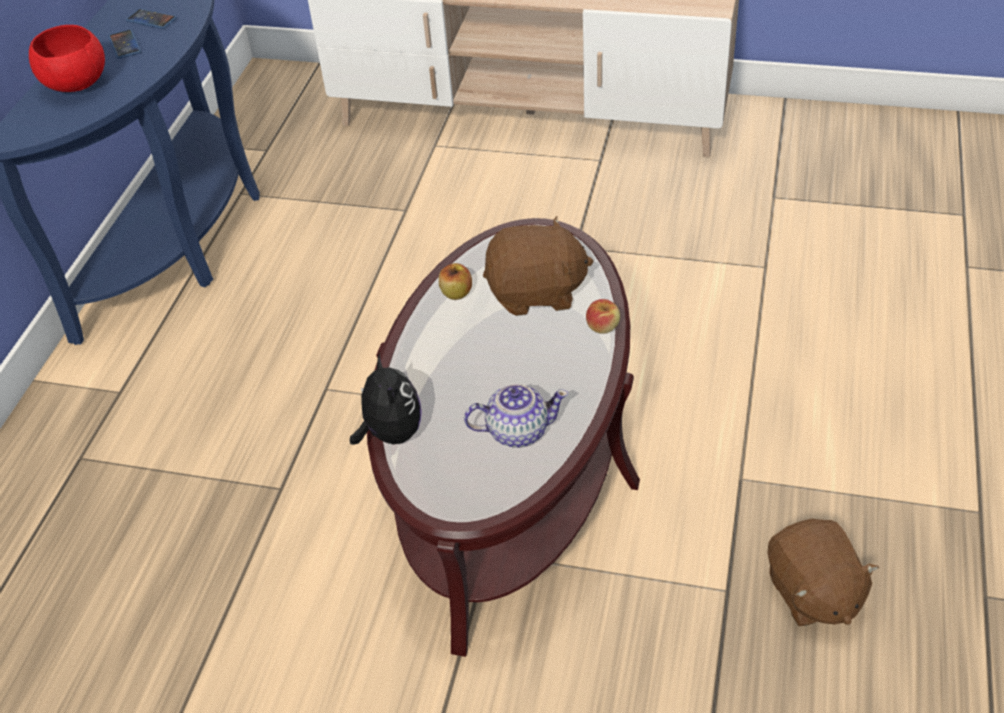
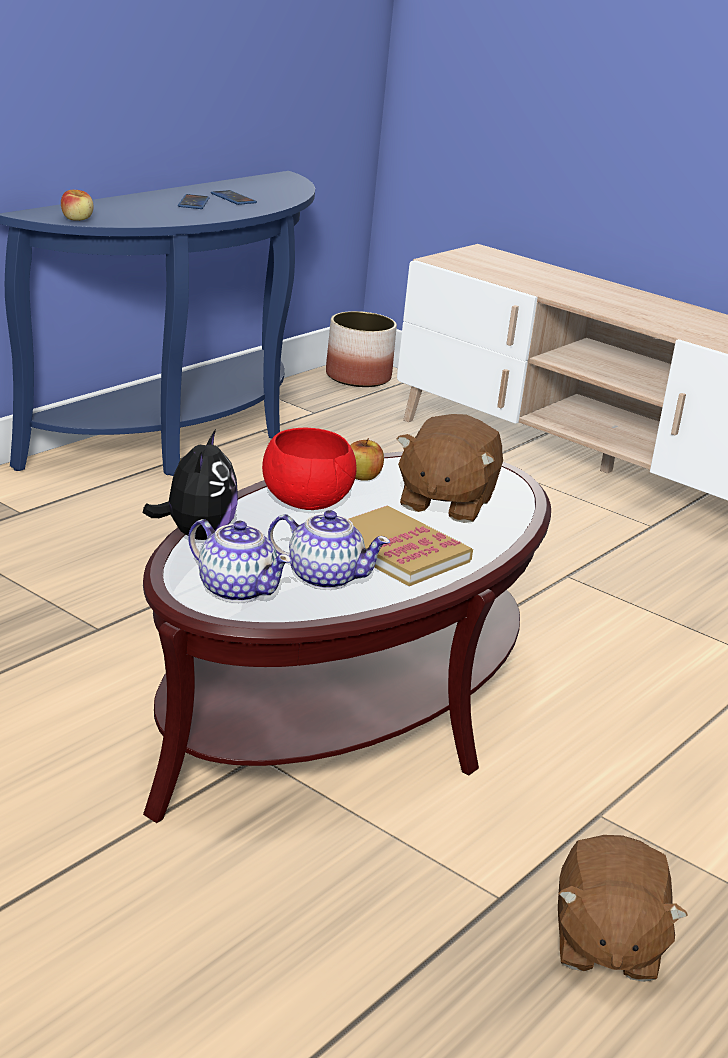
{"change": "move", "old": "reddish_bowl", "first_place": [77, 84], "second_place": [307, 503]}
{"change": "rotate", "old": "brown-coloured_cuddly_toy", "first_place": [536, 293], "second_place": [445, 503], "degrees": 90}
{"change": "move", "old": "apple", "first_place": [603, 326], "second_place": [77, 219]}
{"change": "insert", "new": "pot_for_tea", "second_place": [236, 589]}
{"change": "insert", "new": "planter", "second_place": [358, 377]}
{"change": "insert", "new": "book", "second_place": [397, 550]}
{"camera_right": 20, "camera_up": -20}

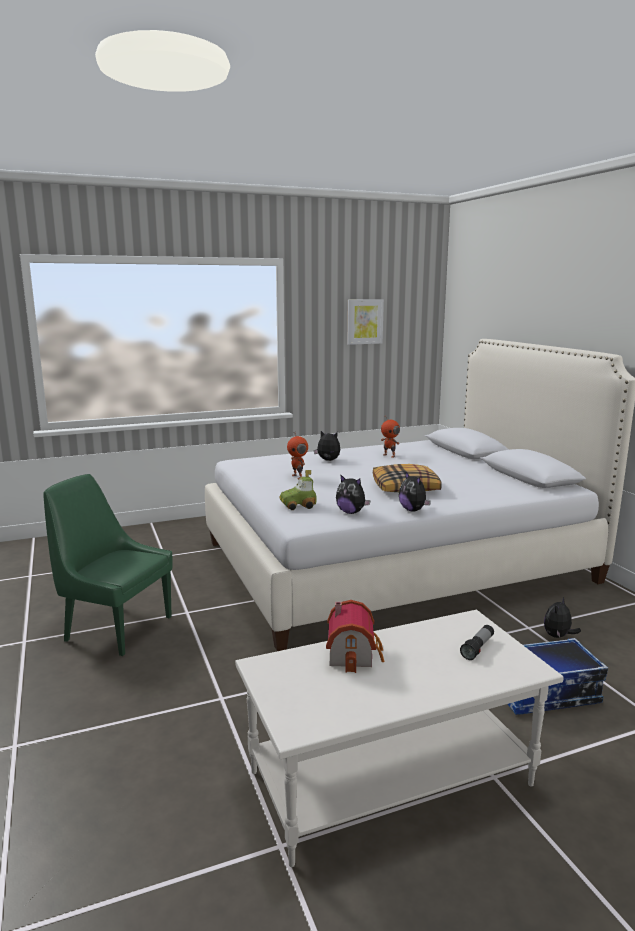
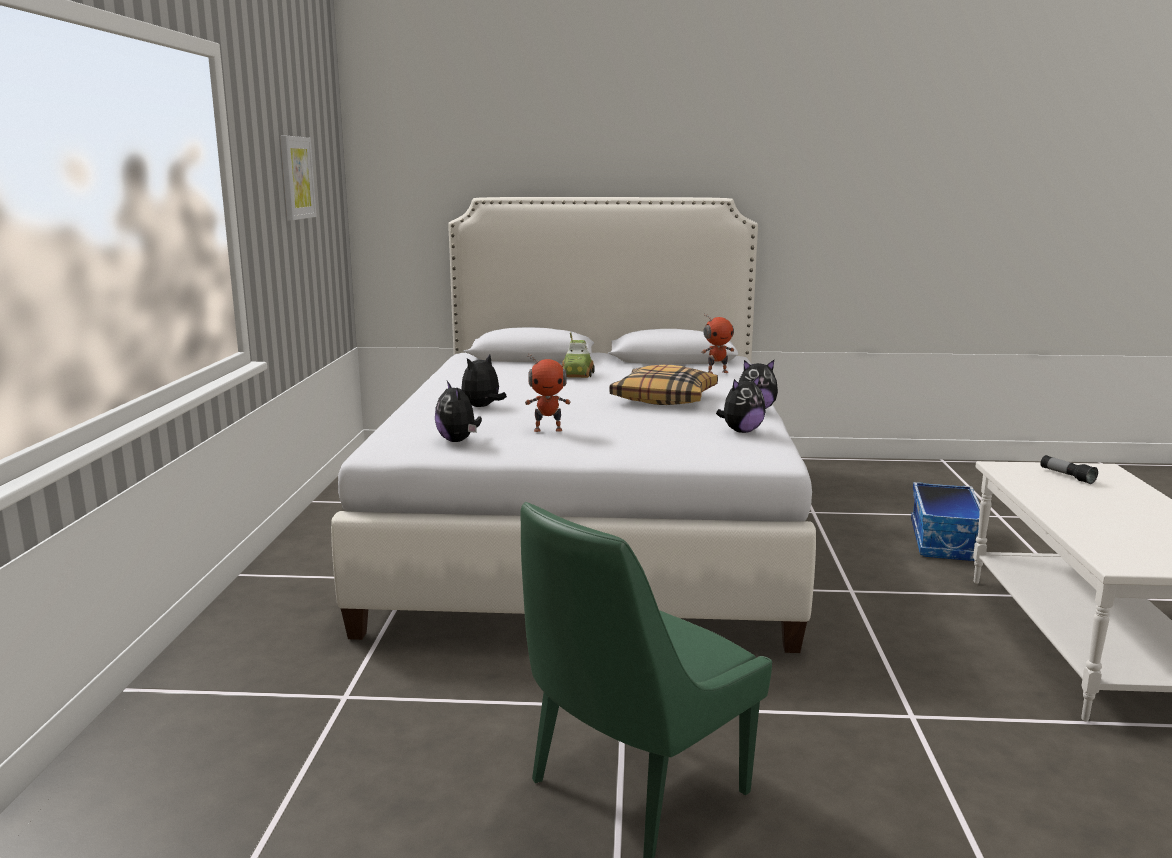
{"change": "move", "old": "miniature_car", "first_place": [298, 506], "second_place": [577, 375]}
{"change": "delete", "old": "toy_house", "first_place": [354, 654]}
{"change": "move", "old": "toy_robot", "first_place": [389, 455], "second_place": [717, 372]}
{"change": "move", "old": "cuddly_toy", "first_place": [558, 636], "second_place": [458, 440]}
{"camera_right": -65, "camera_up": 0}

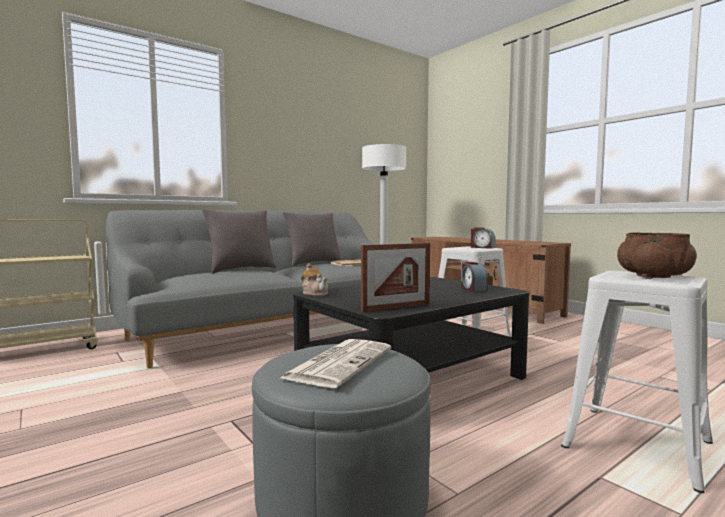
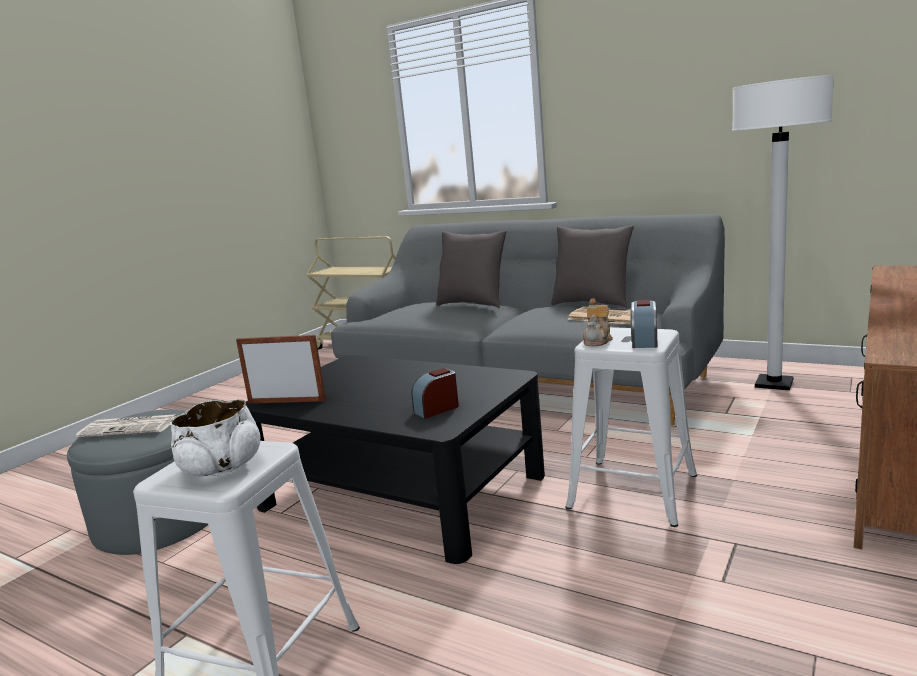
{"change": "move", "old": "pot_for_tea", "first_place": [315, 293], "second_place": [598, 340]}
{"change": "rotate", "old": "photo_frame", "first_place": [396, 307], "second_place": [286, 401], "degrees": 150}
{"change": "recolor", "old": "brown-coloured_bowl", "new": "white_bowl", "first_place": [654, 276], "second_place": [221, 467]}
{"camera_right": 70, "camera_up": 10}

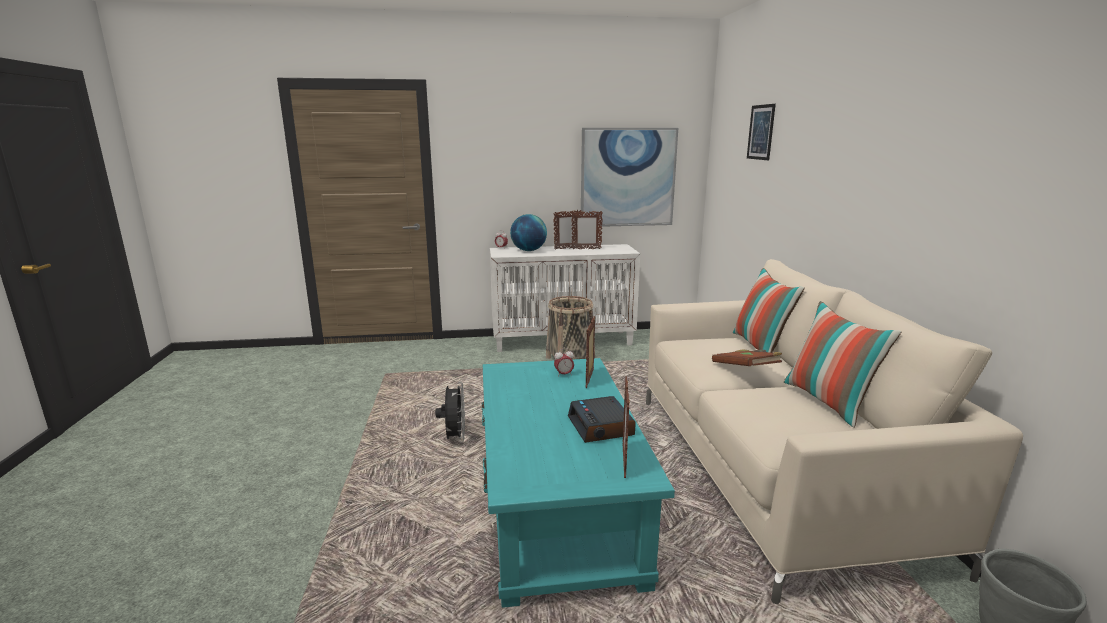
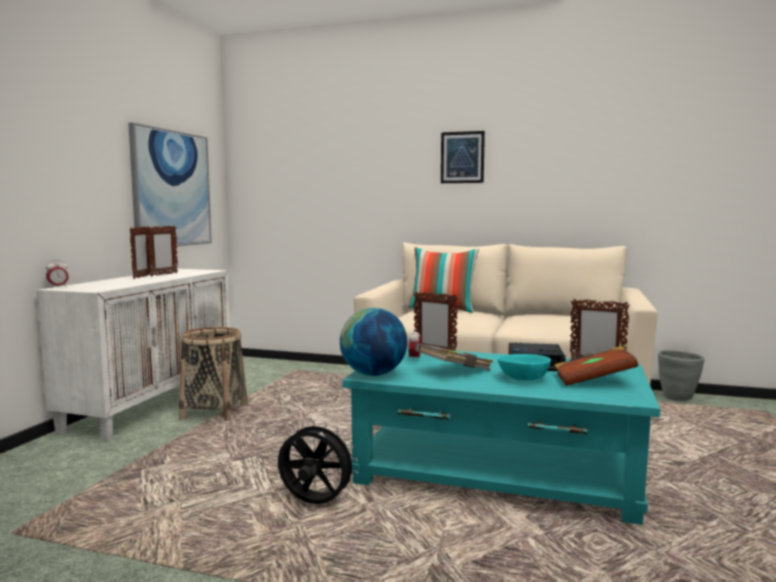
{"change": "move", "old": "world_globe", "first_place": [528, 250], "second_place": [373, 374]}
{"change": "move", "old": "brown-coloured_book", "first_place": [745, 370], "second_place": [593, 381]}
{"change": "move", "old": "picture", "first_place": [761, 132], "second_place": [462, 157]}
{"change": "delete", "old": "pillow", "first_place": [828, 402]}
{"change": "insert", "new": "grey_book", "second_place": [455, 371]}
{"change": "insert", "new": "turquoise-coloured_bowl", "second_place": [524, 379]}
{"camera_right": -65, "camera_up": -10}

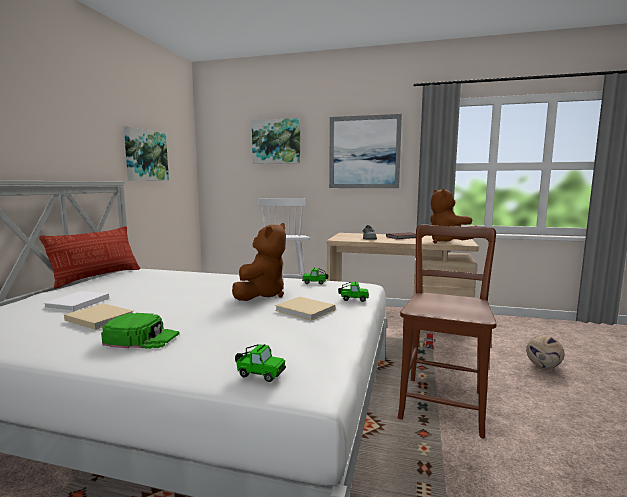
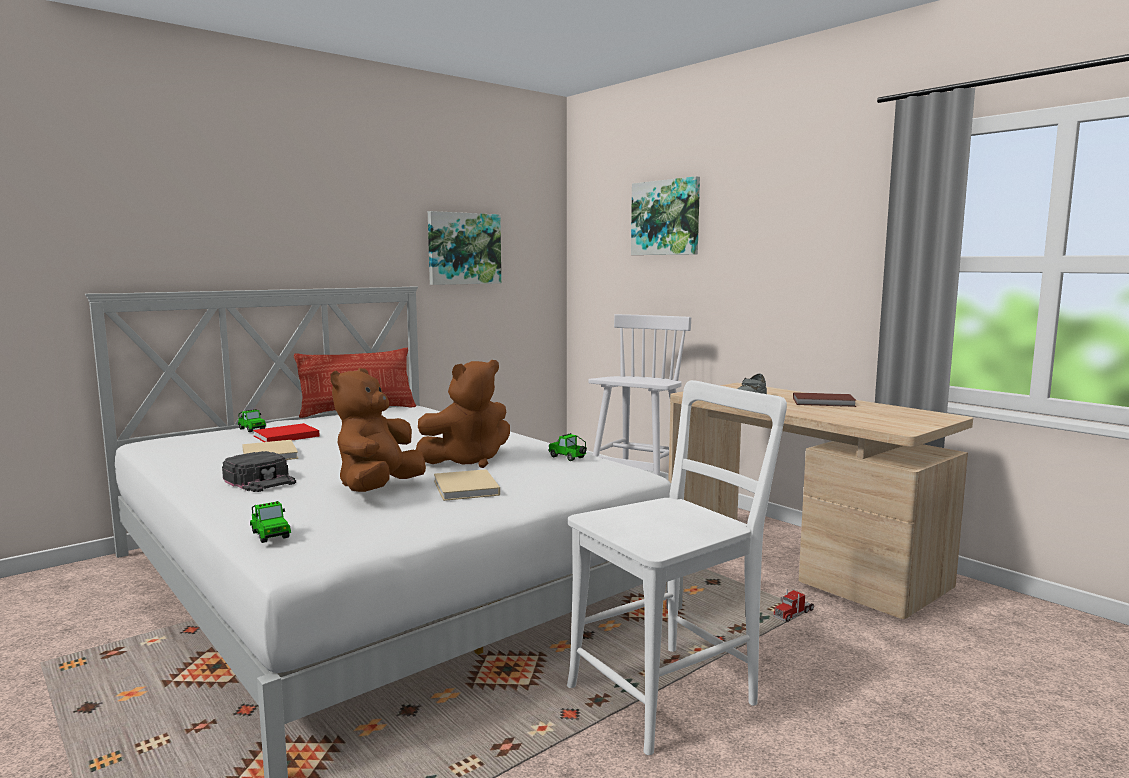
{"change": "recolor", "old": "white_book", "new": "reddish_book", "first_place": [76, 303], "second_place": [284, 436]}
{"change": "recolor", "old": "green_baseball_cap", "new": "blackish_baseball_cap", "first_place": [142, 338], "second_place": [260, 480]}
{"change": "delete", "old": "picture", "first_place": [364, 152]}
{"change": "move", "old": "miniature_car", "first_place": [353, 299], "second_place": [251, 429]}
{"change": "recolor", "old": "brown-coloured_upright_chair", "new": "white_upright_chair", "first_place": [443, 402], "second_place": [670, 692]}
{"change": "move", "old": "brown-coloured_cuddly_toy", "first_place": [447, 242], "second_place": [378, 489]}
{"change": "delete", "old": "ball_for_football", "first_place": [542, 366]}
{"camera_right": 35, "camera_up": 0}

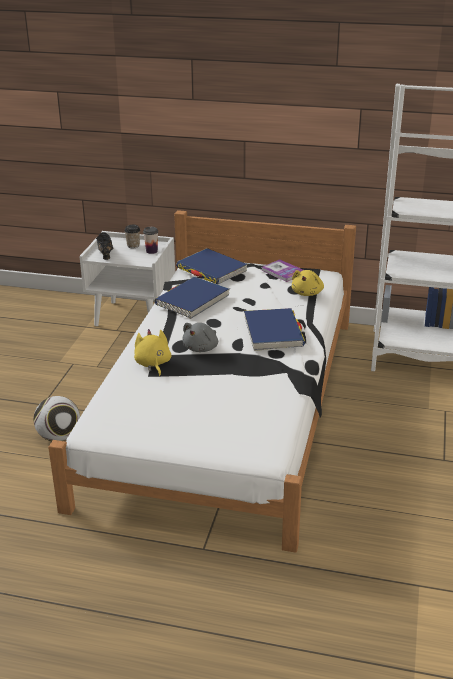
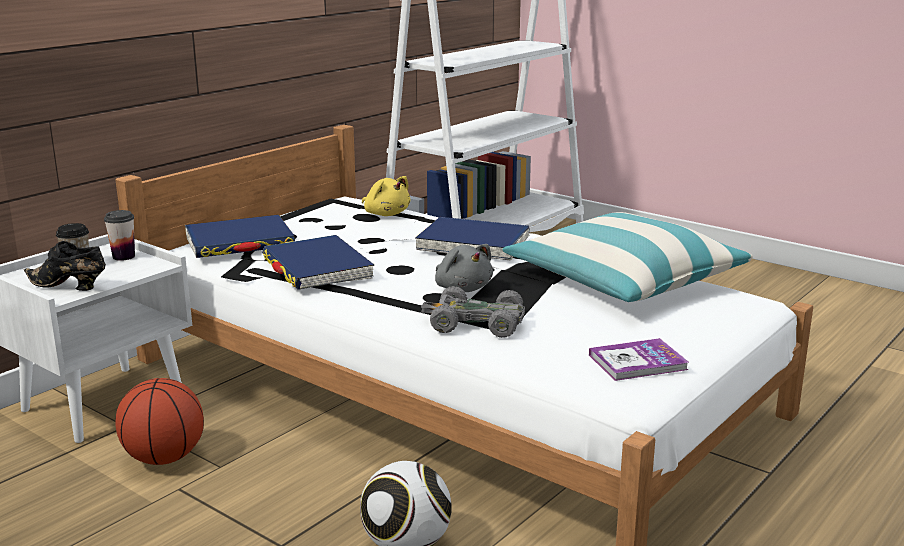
{"change": "replace", "old": "yellow_cuddly_toy", "new": "grey_miniature_car", "first_place": [153, 364], "second_place": [475, 324]}
{"change": "move", "old": "book", "first_place": [283, 272], "second_place": [637, 362]}
{"change": "insert", "new": "basketball_ball", "second_place": [164, 458]}
{"change": "insert", "new": "pillow", "second_place": [624, 280]}
{"camera_right": -65, "camera_up": -10}

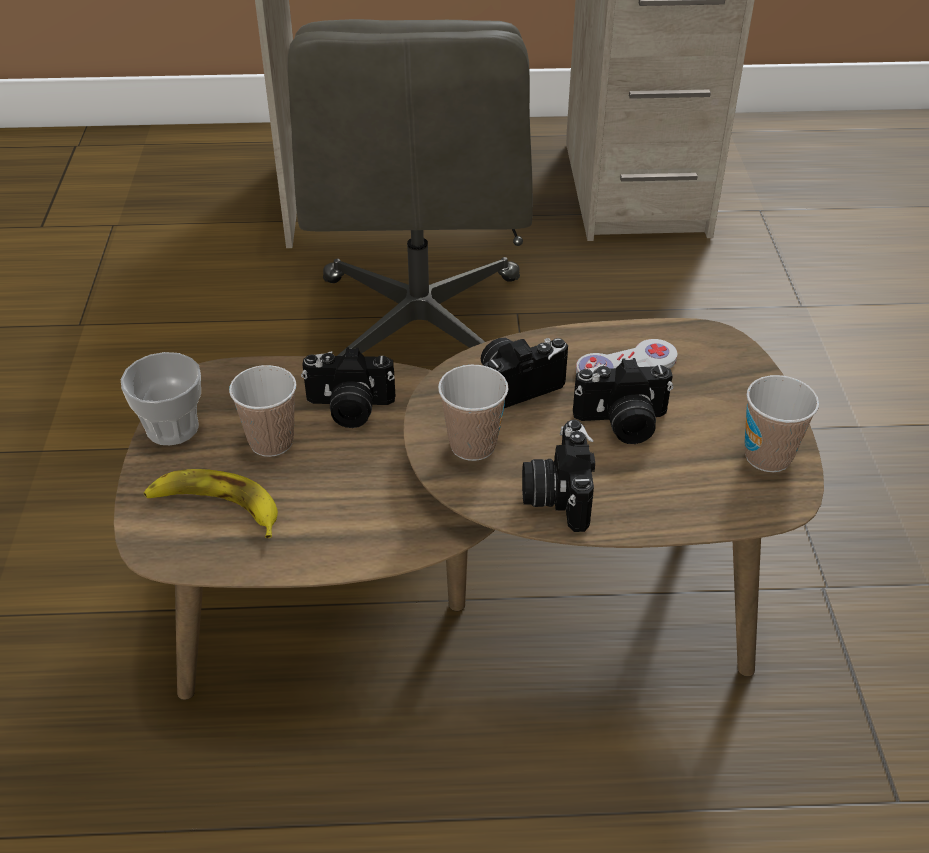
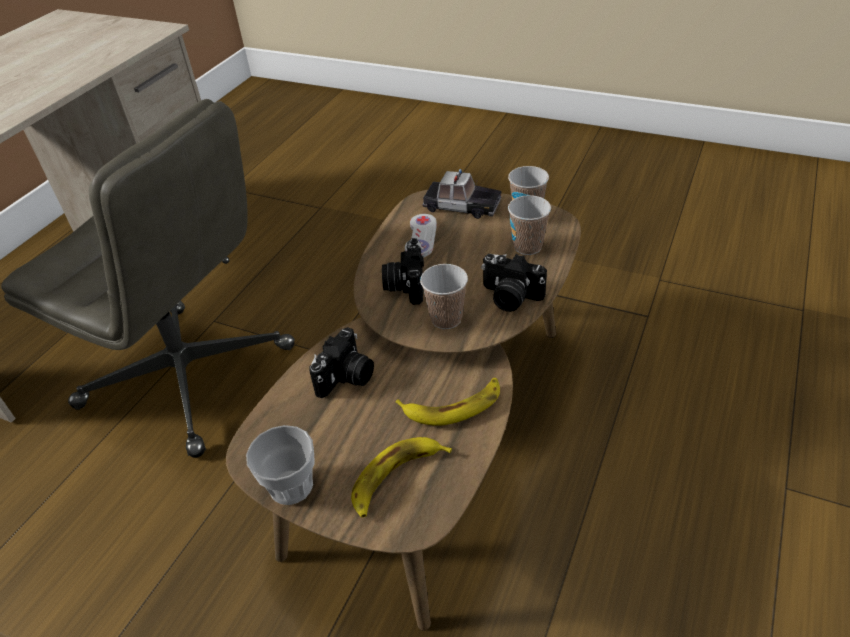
{"change": "move", "old": "small_cup", "first_place": [271, 442], "second_place": [527, 246]}
{"change": "delete", "old": "still_camera", "first_place": [622, 424]}
{"change": "insert", "new": "whole_banana", "second_place": [453, 405]}
{"change": "insert", "new": "miniature_car", "second_place": [461, 205]}
{"camera_right": -60, "camera_up": 0}

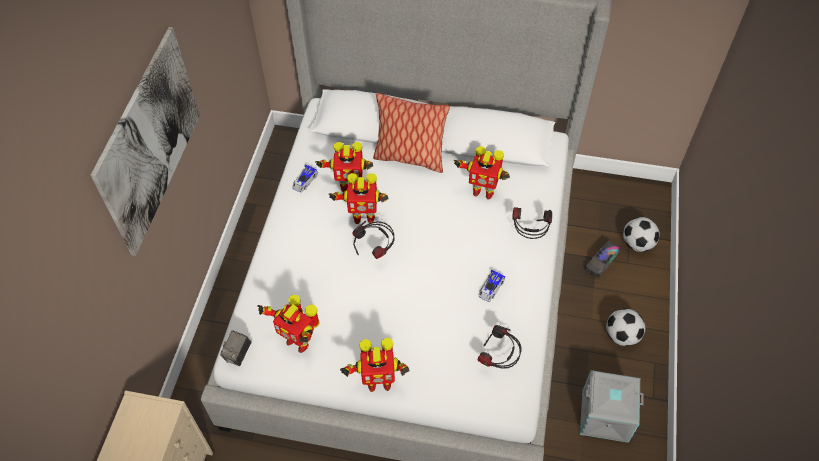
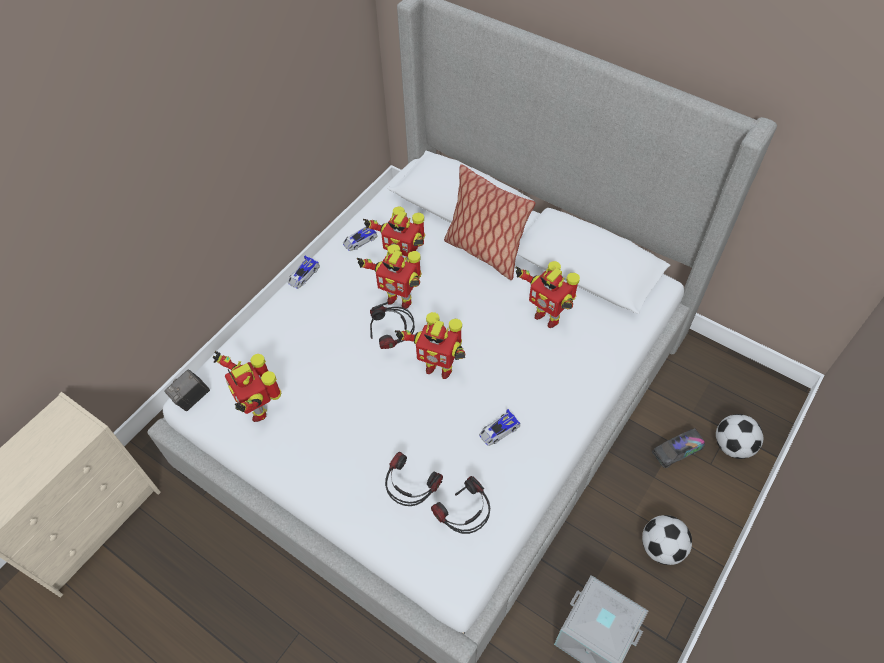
{"change": "delete", "old": "picture", "first_place": [150, 140]}
{"change": "move", "old": "toy_robot", "first_place": [378, 382], "second_place": [438, 367]}
{"change": "move", "old": "headphones", "first_place": [529, 234], "second_place": [412, 492]}
{"change": "insert", "new": "miniature_car", "second_place": [303, 275]}
{"camera_right": 25, "camera_up": 0}

